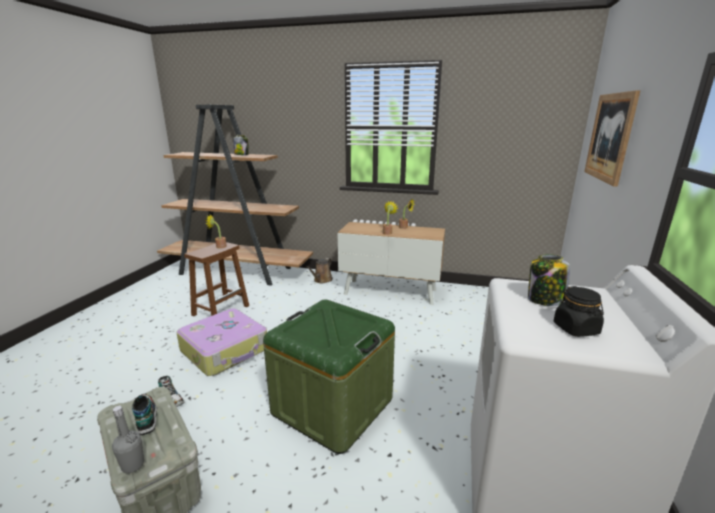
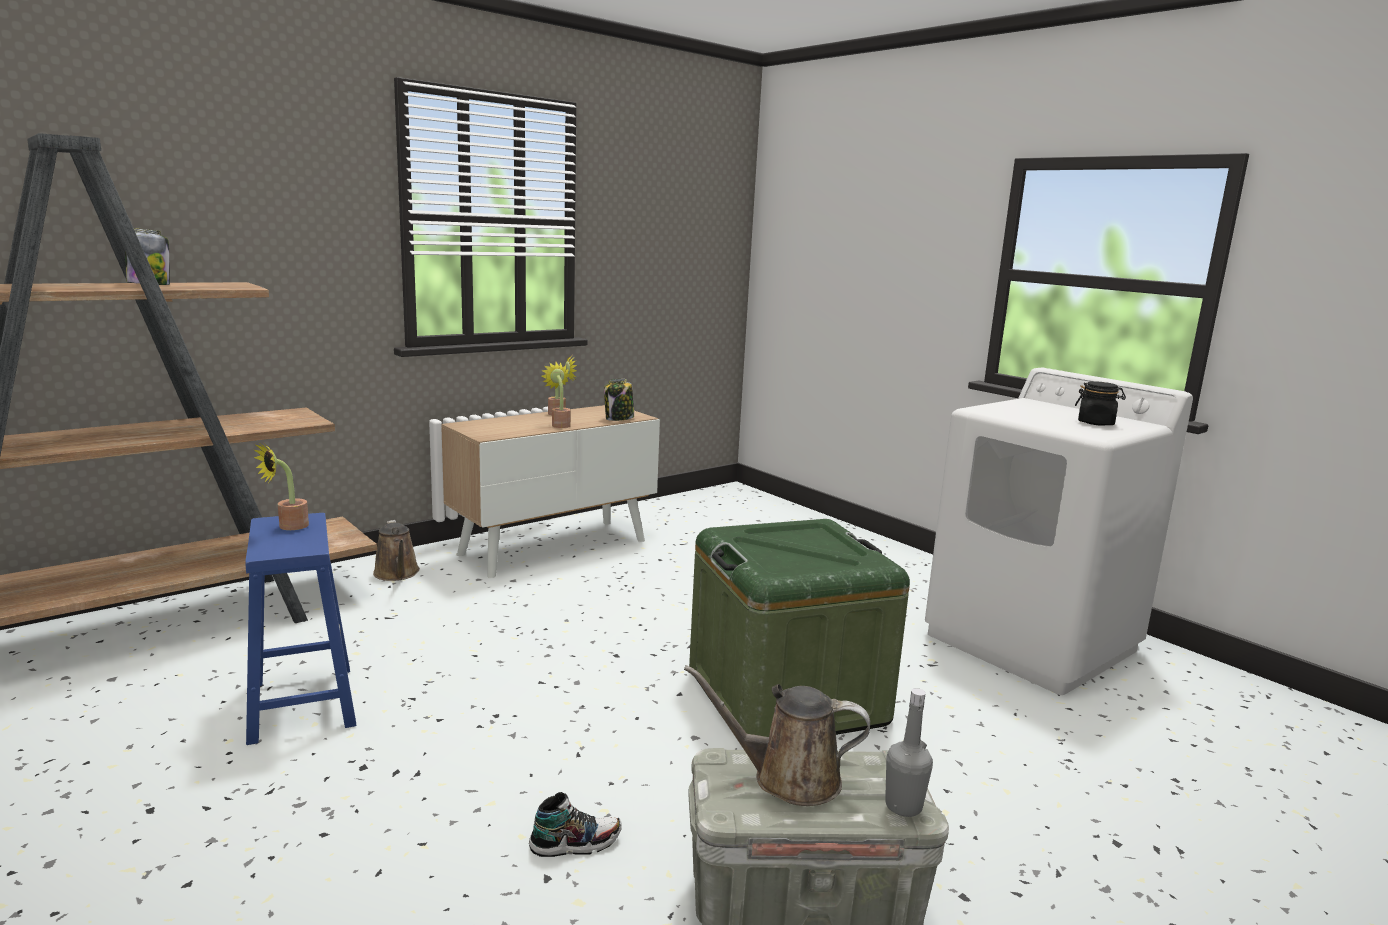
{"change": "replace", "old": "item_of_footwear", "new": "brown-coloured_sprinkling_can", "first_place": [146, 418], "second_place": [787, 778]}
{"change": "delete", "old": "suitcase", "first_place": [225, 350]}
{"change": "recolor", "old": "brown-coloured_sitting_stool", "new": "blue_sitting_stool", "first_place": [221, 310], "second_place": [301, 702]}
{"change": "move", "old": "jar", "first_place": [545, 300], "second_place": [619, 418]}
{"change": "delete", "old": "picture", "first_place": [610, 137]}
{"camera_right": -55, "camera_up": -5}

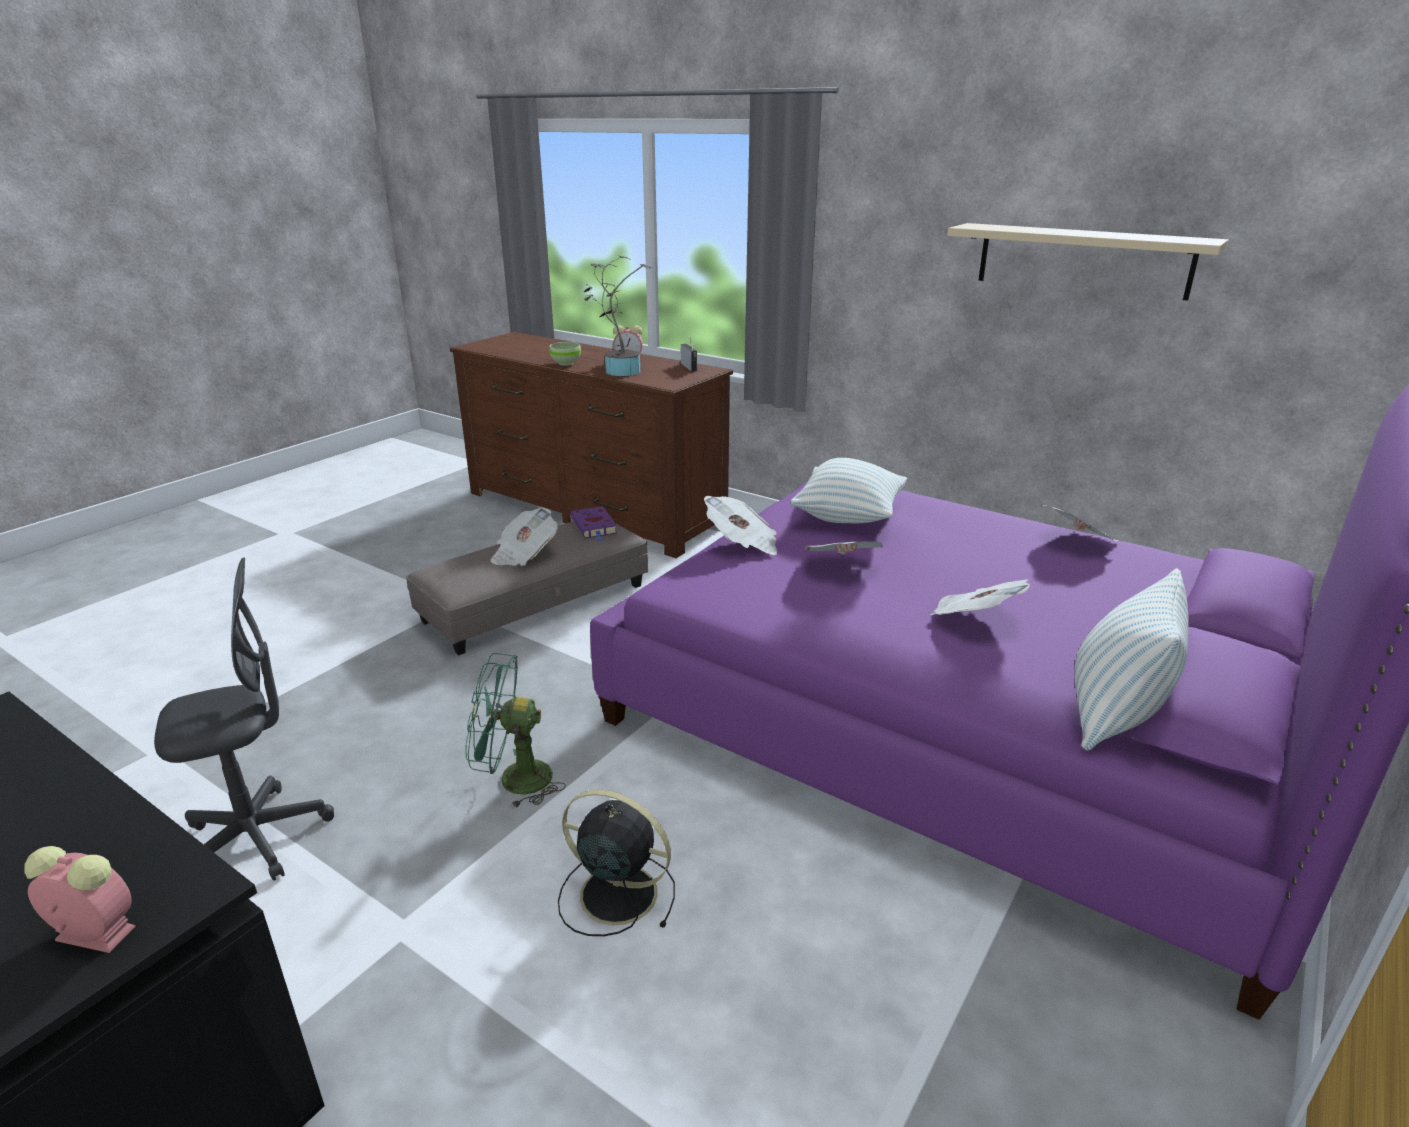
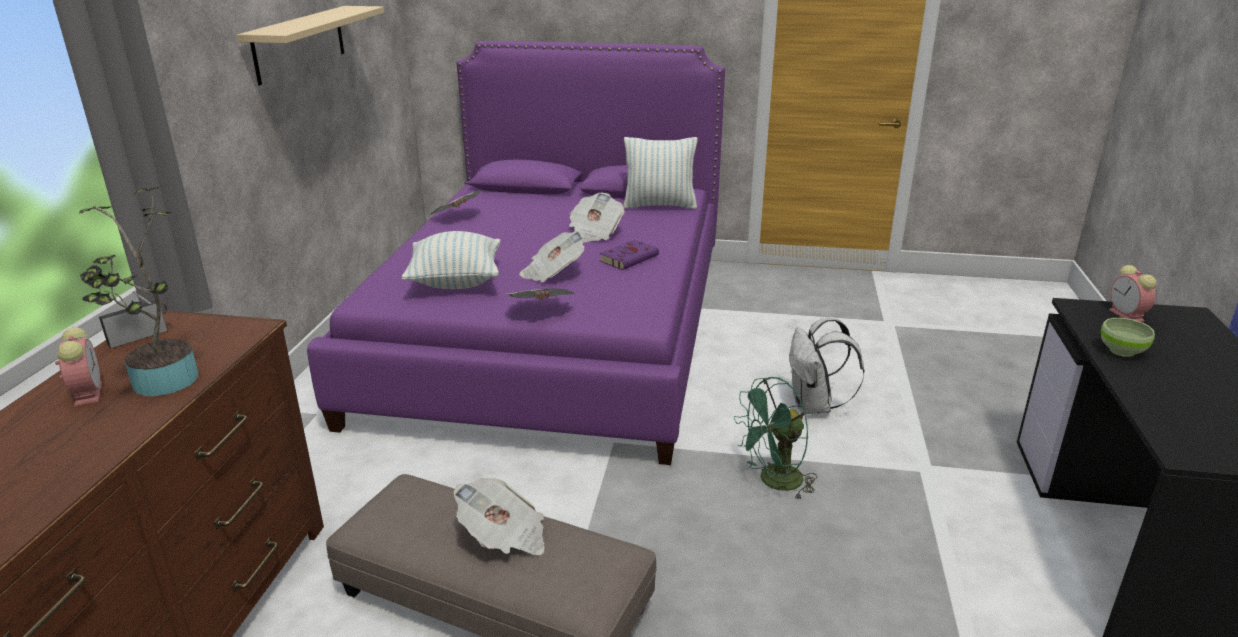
{"change": "delete", "old": "grey_desk_chair", "first_place": [257, 837]}
{"change": "rotate", "old": "green_cooling_fan", "first_place": [514, 780], "second_place": [773, 482], "degrees": 90}
{"change": "move", "old": "green_bowl", "first_place": [565, 363], "second_place": [1121, 351]}
{"change": "replace", "old": "blackish_cooling_fan", "new": "white_rucksack", "first_place": [615, 893], "second_place": [814, 406]}
{"change": "move", "old": "purple-coloured_book", "first_place": [594, 527], "second_place": [630, 258]}
{"camera_right": -115, "camera_up": 0}

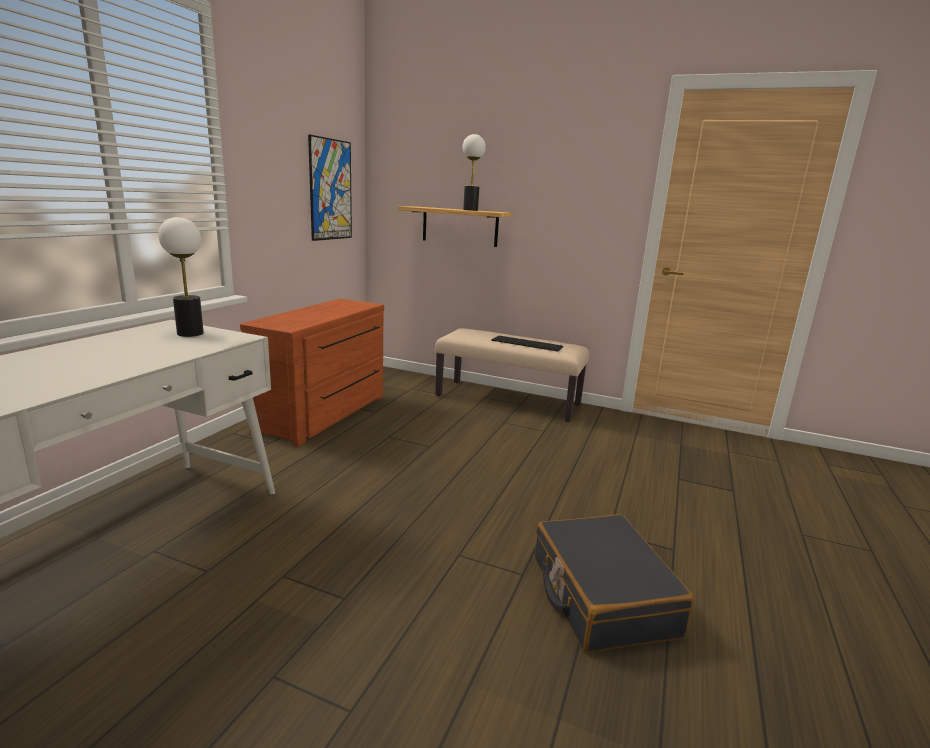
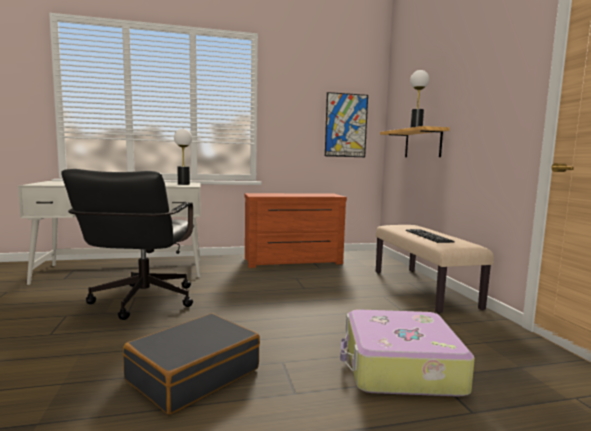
{"change": "insert", "new": "blackish_desk_chair", "second_place": [140, 303]}
{"change": "insert", "new": "suitcase", "second_place": [399, 367]}
{"camera_right": 55, "camera_up": -10}

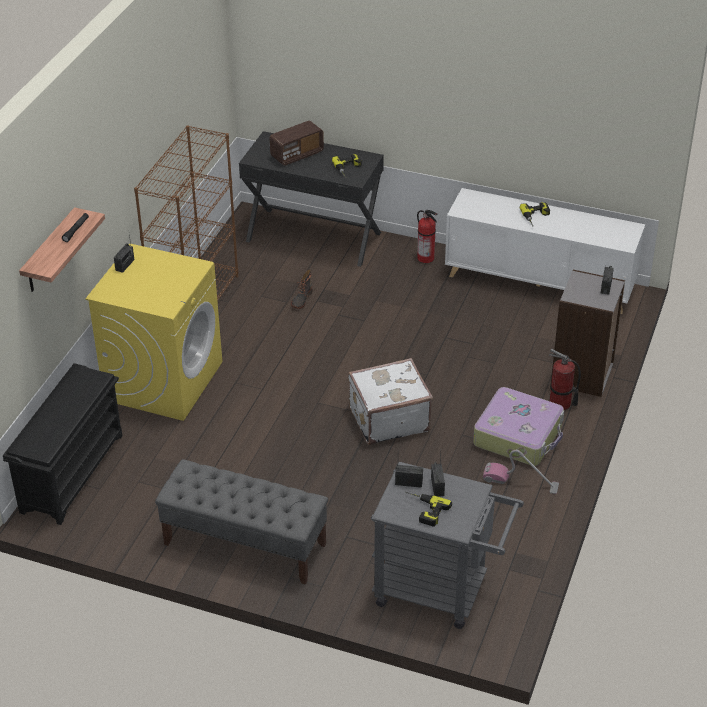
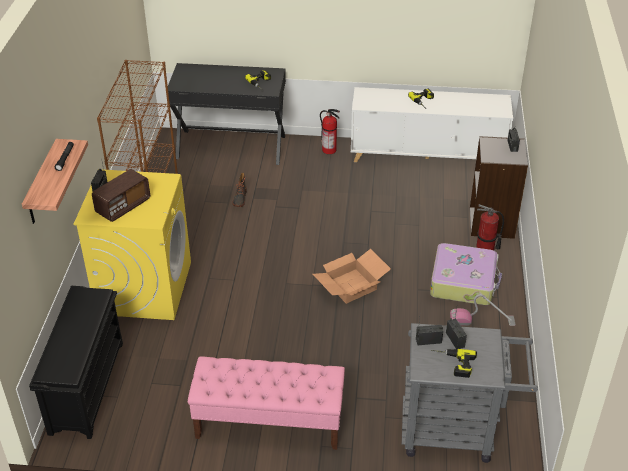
{"change": "recolor", "old": "grey_indoor_bench", "new": "pink-coloured_indoor_bench", "first_place": [244, 544], "second_place": [268, 423]}
{"change": "move", "old": "radio", "first_place": [297, 154], "second_place": [123, 206]}
{"change": "replace", "old": "white_suitcase", "new": "packing_box", "first_place": [388, 418], "second_place": [351, 286]}
{"camera_right": -15, "camera_up": 0}

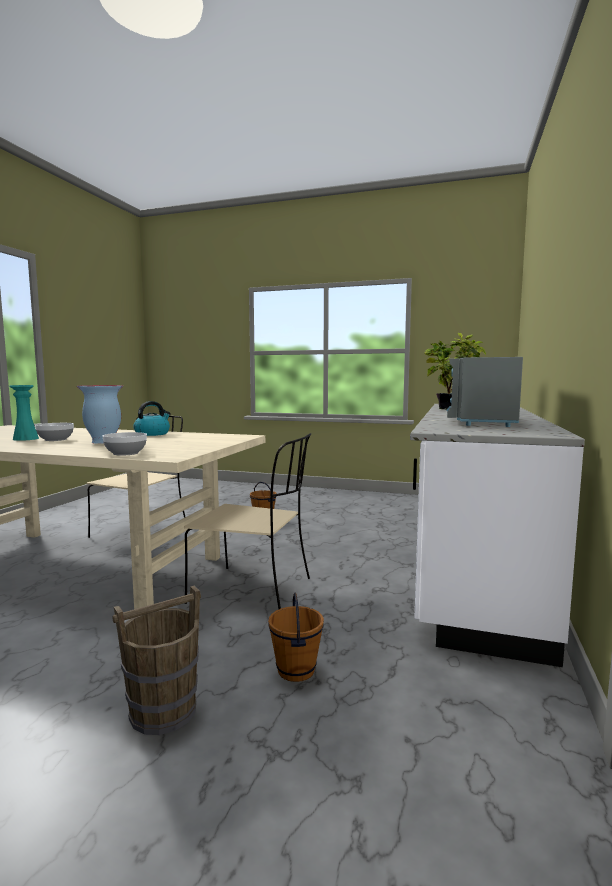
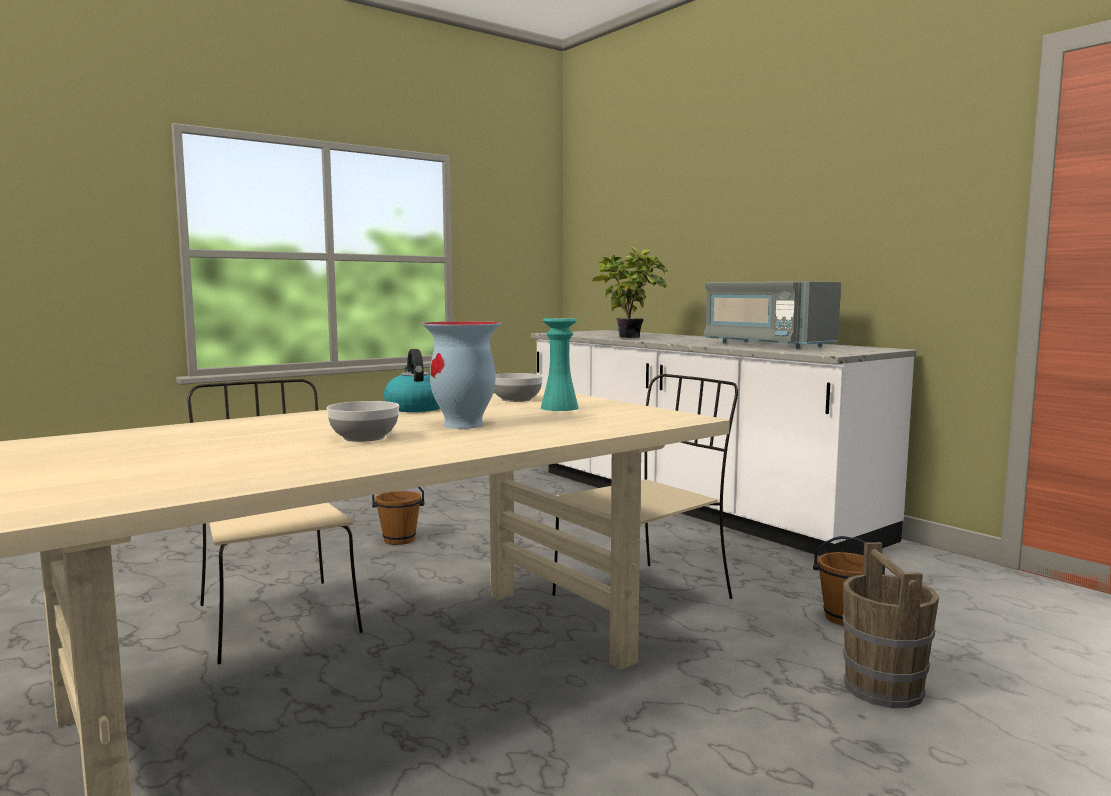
{"change": "move", "old": "turquoise-coloured_vase", "first_place": [26, 439], "second_place": [559, 408]}
{"change": "move", "old": "bowl", "first_place": [126, 453], "second_place": [517, 399]}
{"camera_right": -55, "camera_up": 0}

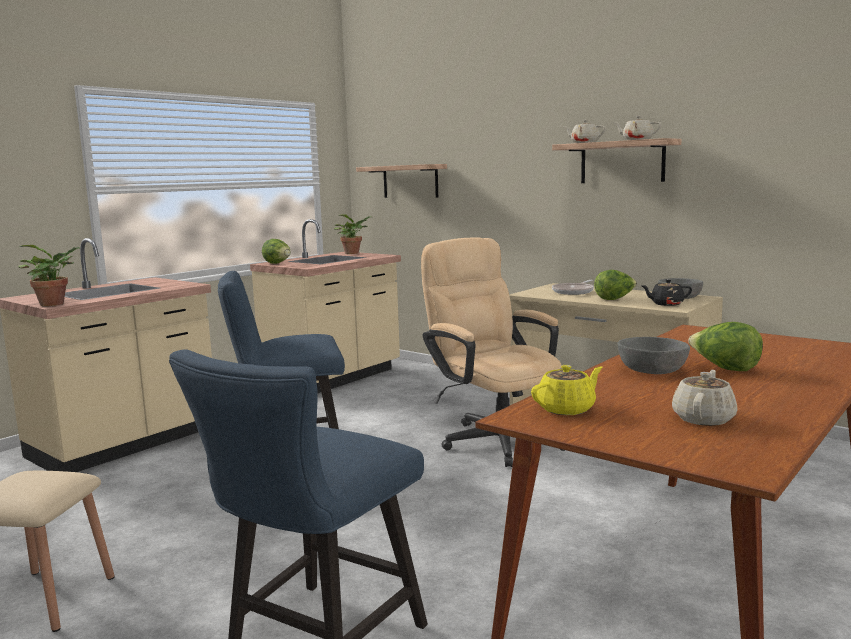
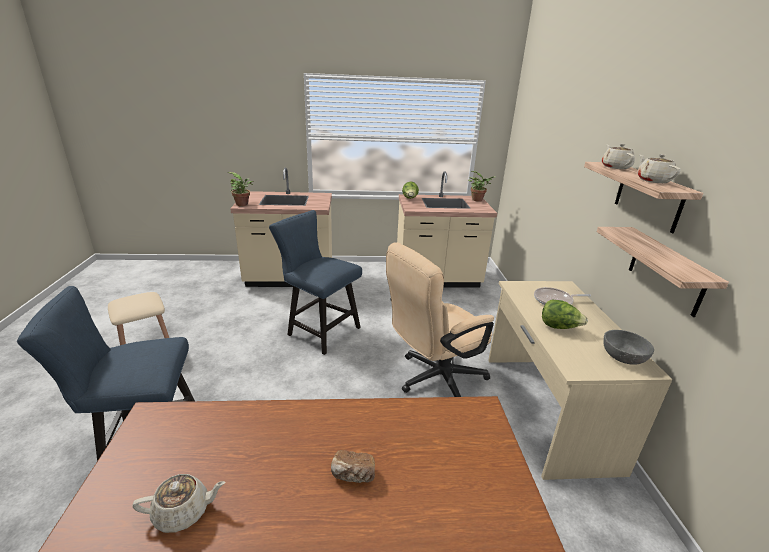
{"change": "move", "old": "wall_shelf", "first_place": [410, 181], "second_place": [666, 271]}
{"change": "rotate", "old": "sand-coloured_desk_chair", "first_place": [494, 438], "second_place": [434, 379], "degrees": -135}
{"change": "delete", "old": "yellow_pot_for_tea", "first_place": [567, 409]}
{"change": "delete", "old": "grey_bowl", "first_place": [652, 370]}
{"change": "delete", "old": "blackish_pot_for_tea", "first_place": [666, 304]}
{"change": "replace", "old": "lettuce", "new": "bakery_bread", "first_place": [724, 369], "second_place": [353, 475]}
{"camera_right": 45, "camera_up": 15}

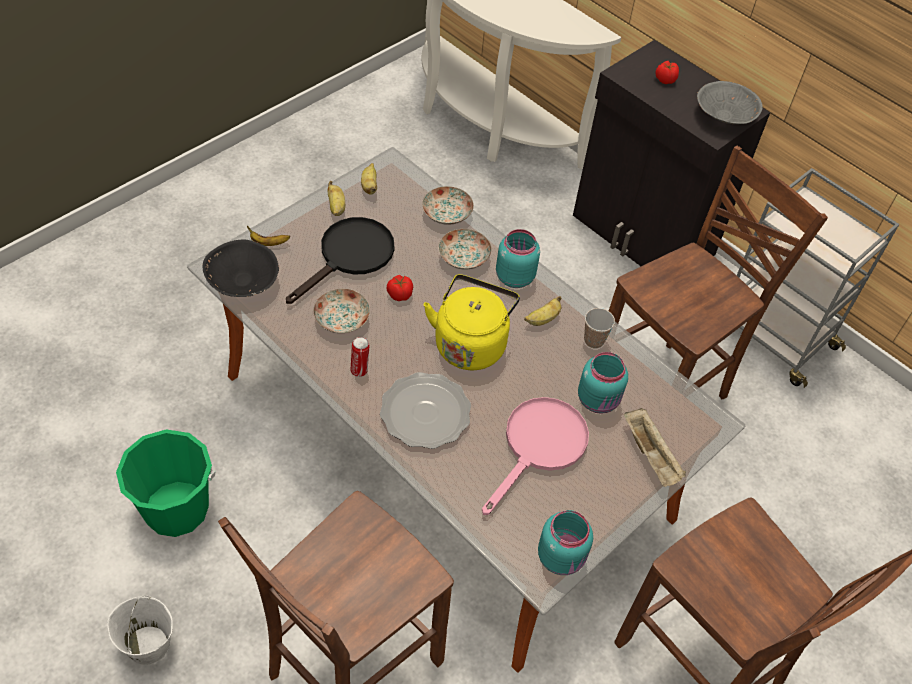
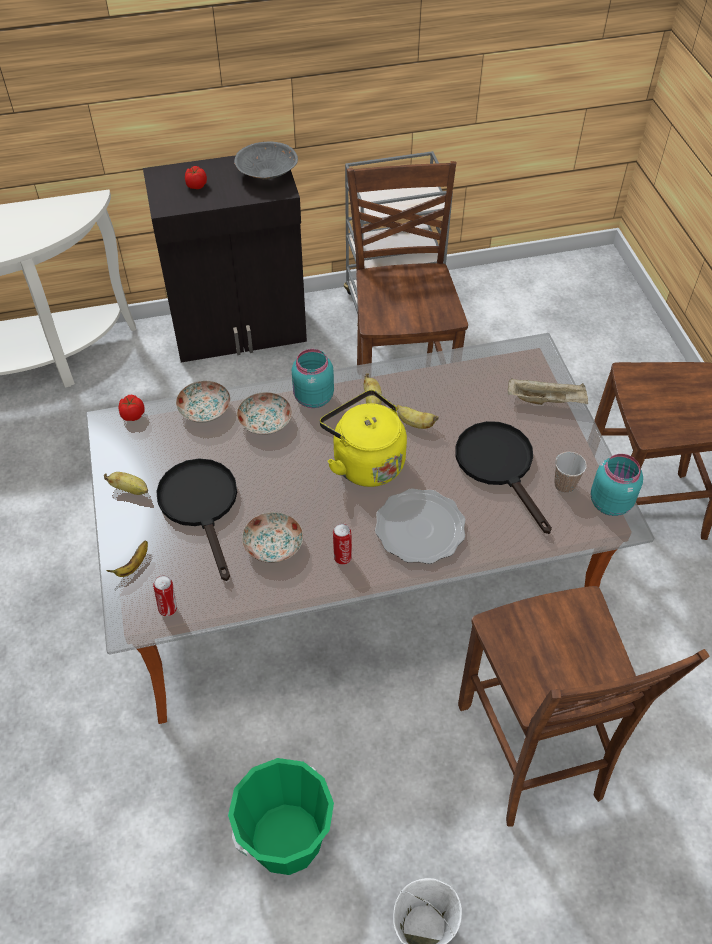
{"change": "replace", "old": "blackish_bowl", "new": "sealed_can", "first_place": [243, 282], "second_place": [168, 608]}
{"change": "move", "old": "whole_banana", "first_place": [369, 186], "second_place": [414, 423]}
{"change": "move", "old": "fresh_tomato", "first_place": [399, 294], "second_place": [132, 415]}
{"change": "recolor", "old": "pink-coloured_frying_pan", "new": "blackish_frying_pan", "first_place": [539, 447], "second_place": [500, 466]}
{"change": "delete", "old": "turquoise-coloured_jar", "first_place": [599, 400]}
{"change": "move", "old": "small_cup", "first_place": [594, 340], "second_place": [564, 485]}
{"camera_right": -55, "camera_up": 0}

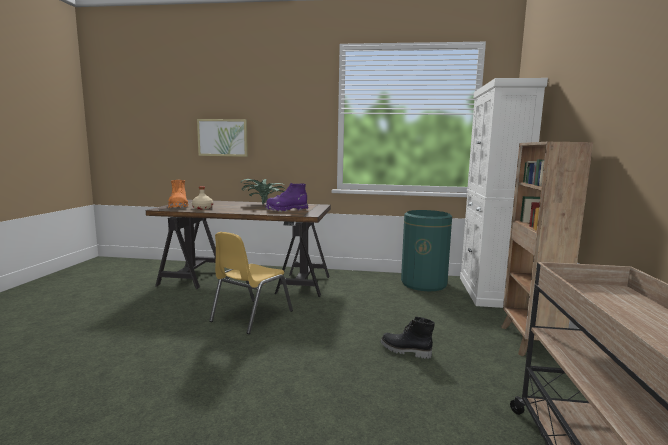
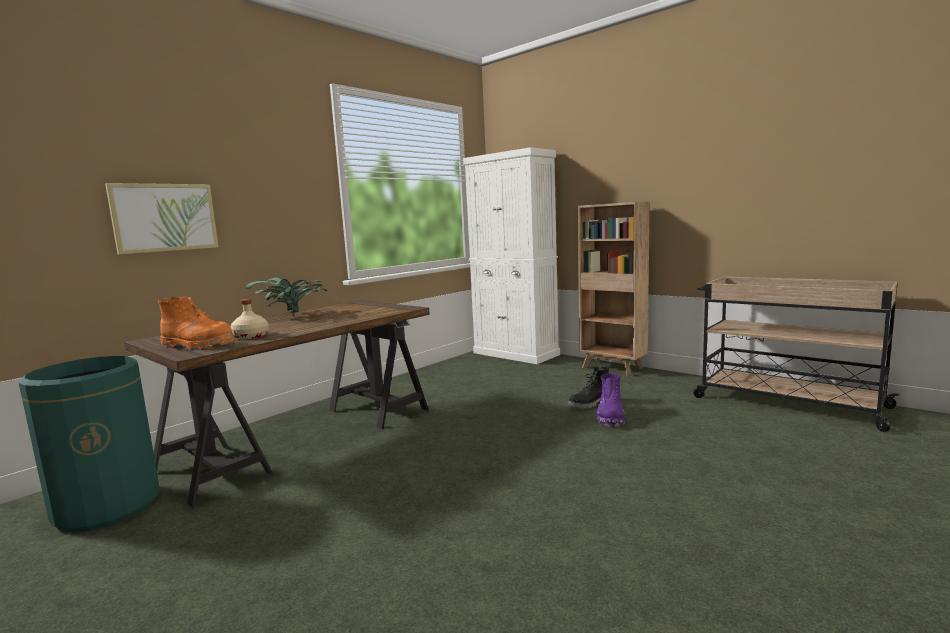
{"change": "delete", "old": "yellow_upright_chair", "first_place": [251, 316]}
{"change": "move", "old": "purple-coloured_boot", "first_place": [286, 210], "second_place": [610, 417]}
{"change": "move", "old": "green_trash_can", "first_place": [424, 284], "second_place": [108, 506]}
{"camera_right": -55, "camera_up": 0}

